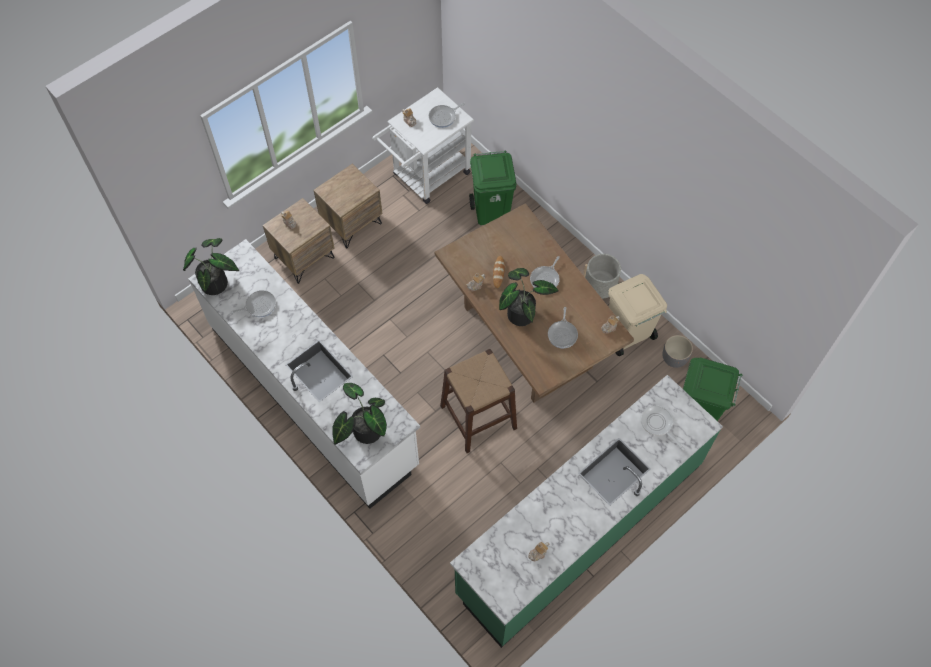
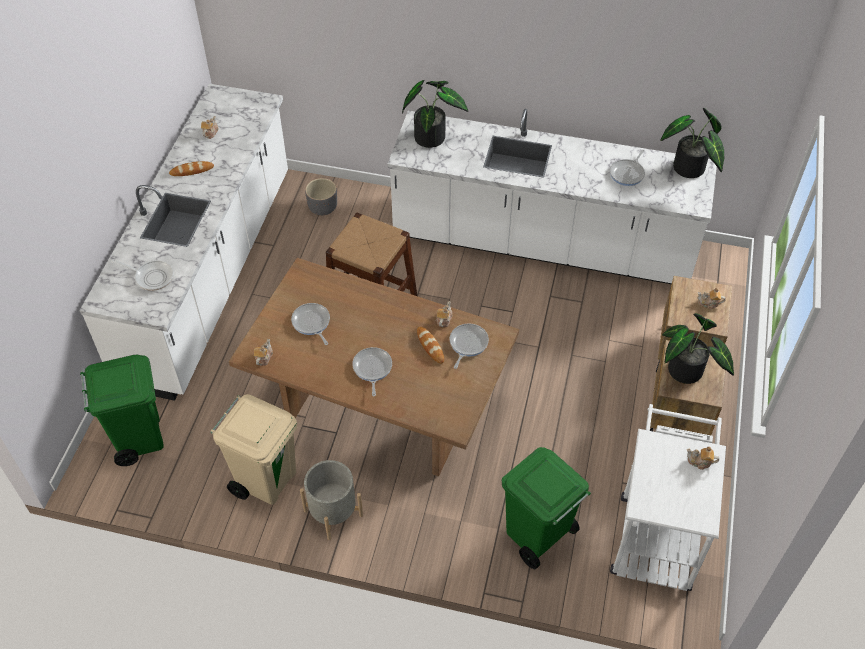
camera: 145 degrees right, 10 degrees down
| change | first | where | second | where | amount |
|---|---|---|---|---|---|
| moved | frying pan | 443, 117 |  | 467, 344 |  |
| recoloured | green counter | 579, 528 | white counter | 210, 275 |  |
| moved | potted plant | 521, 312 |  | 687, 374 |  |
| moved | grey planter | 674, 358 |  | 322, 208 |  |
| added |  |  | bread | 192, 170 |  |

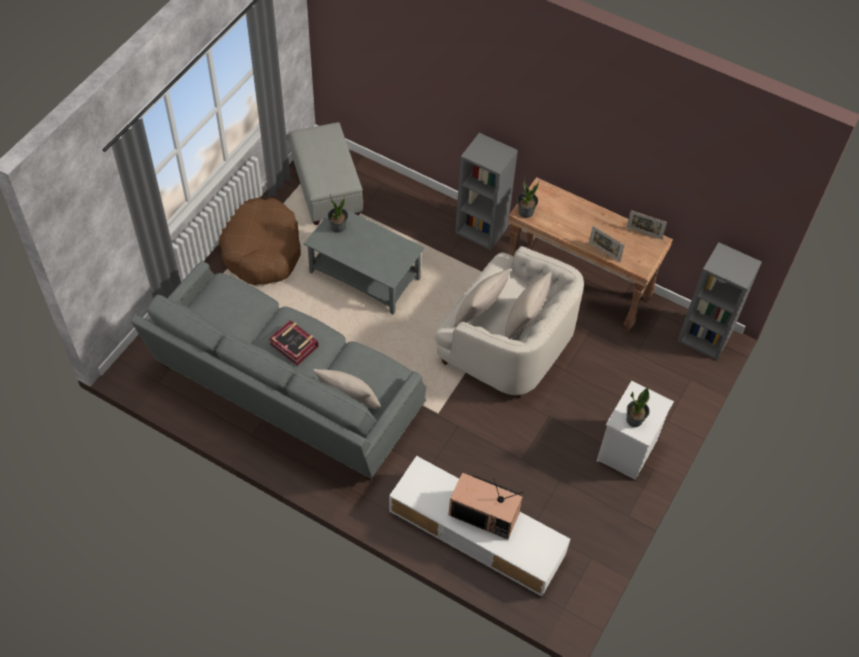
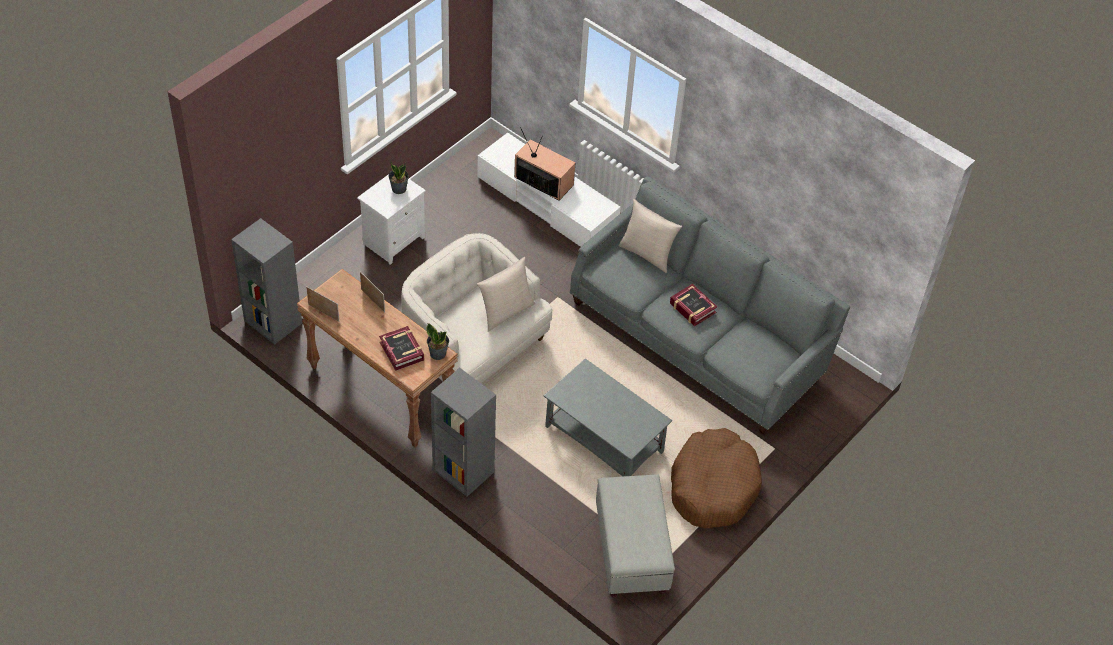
camera: 170 degrees left, 5 degrees down
| change | first | where | second | where | amount |
|---|---|---|---|---|---|
| removed | potted plant | 338, 227 |  |  |  |
| removed | beige pillow | 524, 322 |  |  |  |
| added |  |  | book | 402, 351 |  |

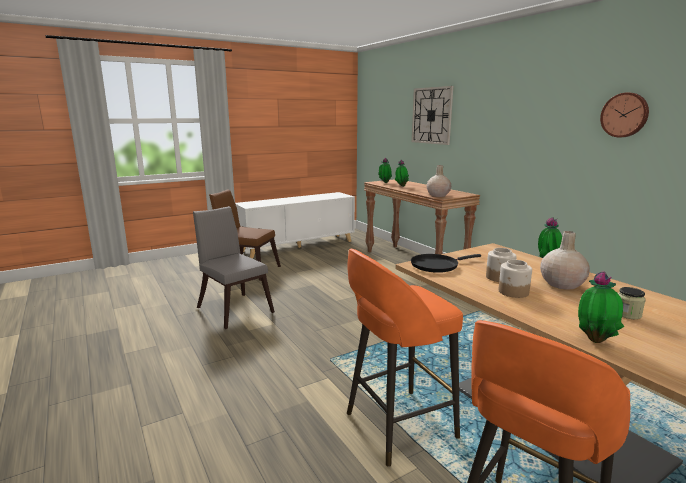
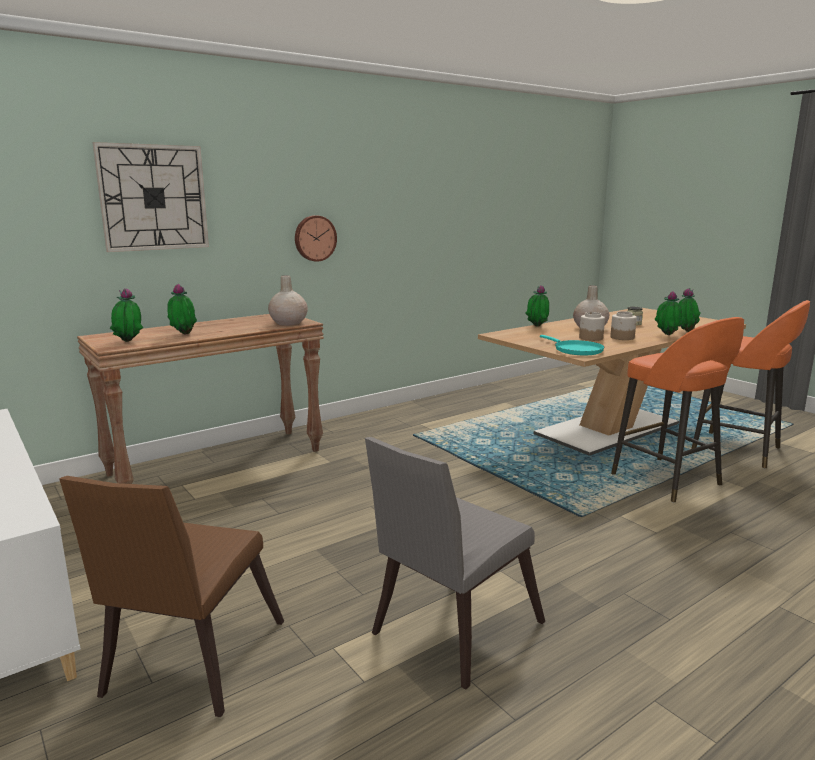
camera: 95 degrees left, 0 degrees up
| change | first | where | second | where | amount |
|---|---|---|---|---|---|
| recoloured | black frying pan | 437, 265 | turquoise frying pan | 576, 350 |  |
| moved | wall clock | 625, 115 |  | 314, 238 |  |
| added |  |  | potted plant | 666, 335 |  |

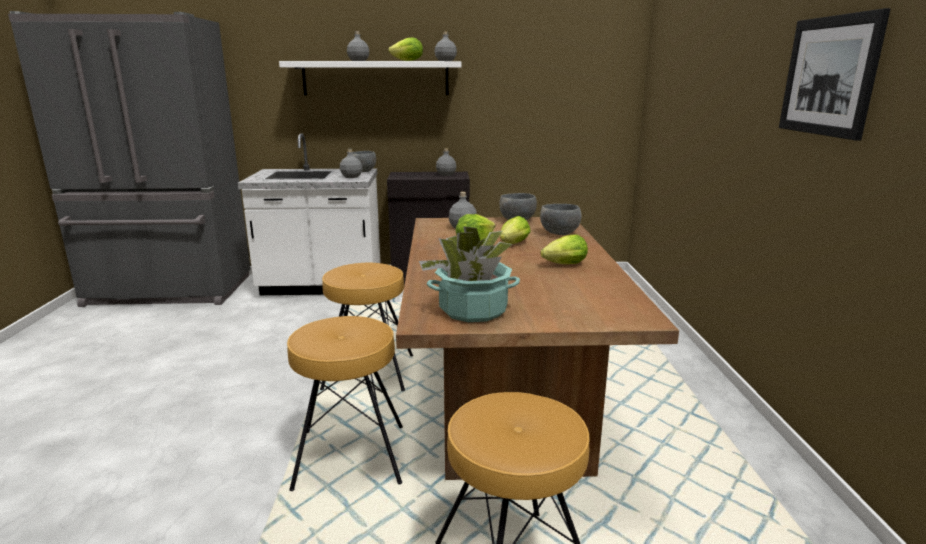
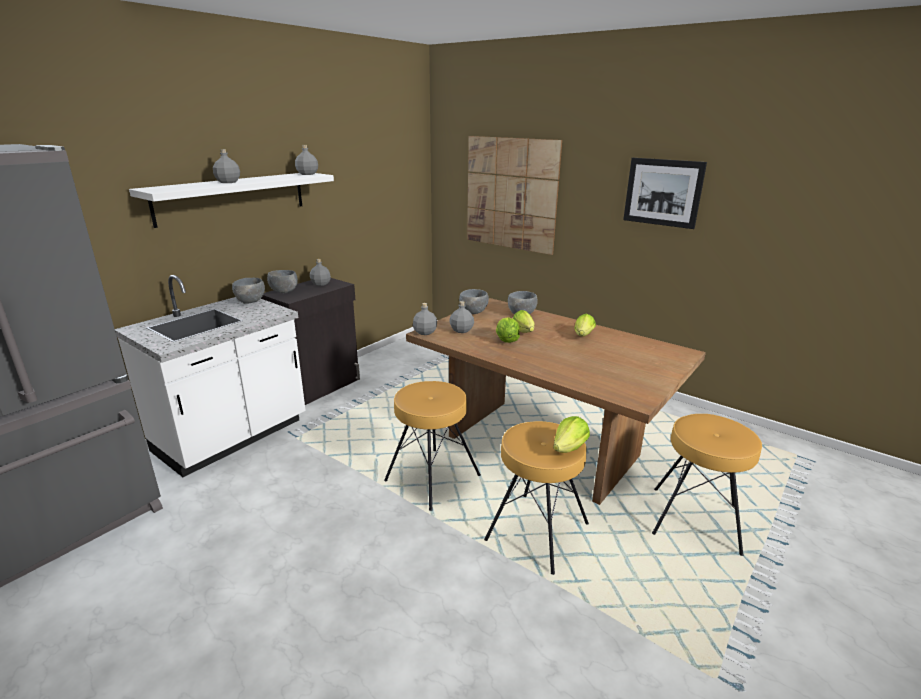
camera: 50 degrees left, 5 degrees up
| change | first | where | second | where | amount |
|---|---|---|---|---|---|
| moved | grey bottle | 351, 177 |  | 425, 332 |  |
| moved | lettuce | 408, 61 |  | 569, 448 |  |
| removed | potted plant | 473, 310 |  |  |  |
| added |  |  | grey bowl | 284, 292 |  |
| added |  |  | picture | 511, 194 |  |

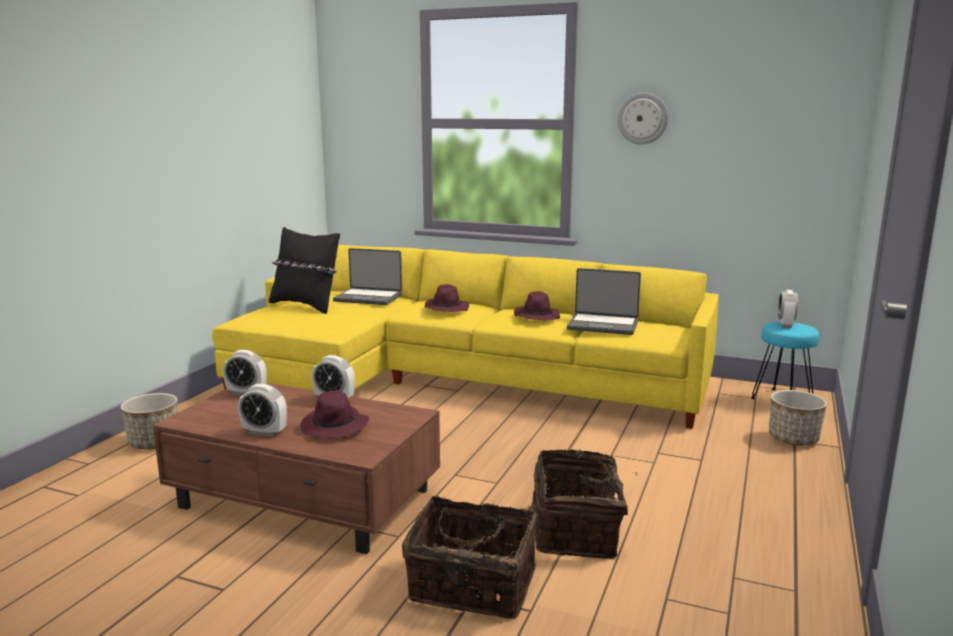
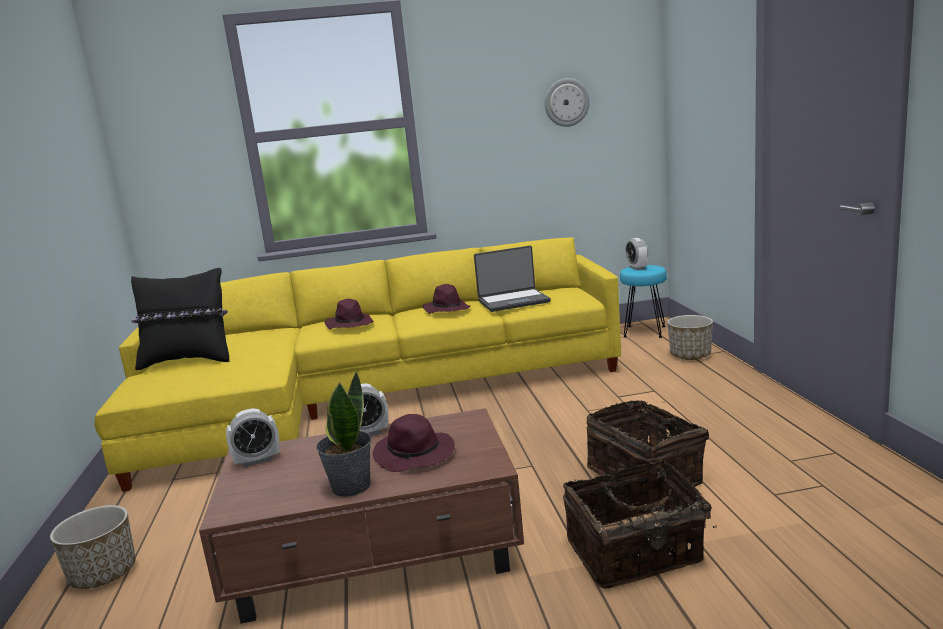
camera: 30 degrees left, 0 degrees up
| change | first | where | second | where | amount |
|---|---|---|---|---|---|
| replaced | alarm clock | 264, 432 | potted plant | 350, 486 |  |
| removed | laptop | 368, 298 |  |  |  |
| moved | wall clock | 642, 118 |  | 566, 102 |  |

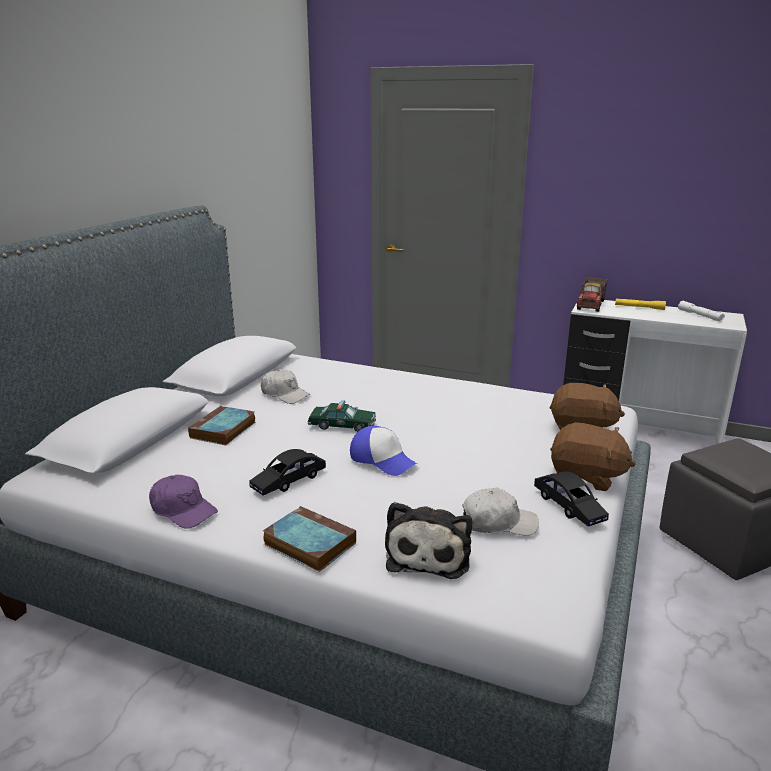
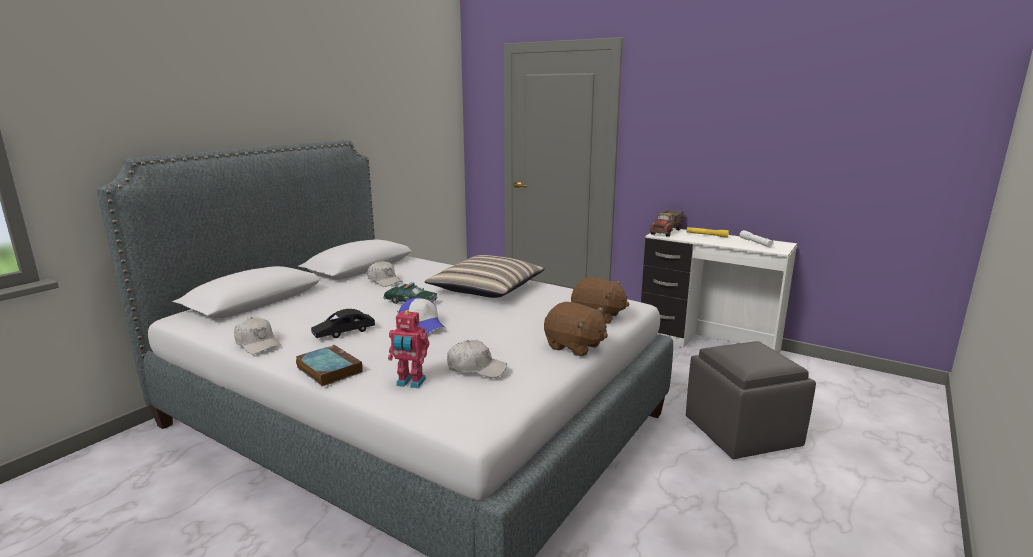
camera: 10 degrees right, 5 degrees down
| change | first | where | second | where | amount |
|---|---|---|---|---|---|
| recoloured | purple cap | 183, 510 | white cap | 257, 343 |  |
| removed | book | 223, 430 |  |  |  |
| replaced | plush toy | 429, 554 | toy robot | 410, 383 |  |
| removed | black toy car | 568, 507 |  |  |  |
| added |  |  | pillow | 486, 288 |  |

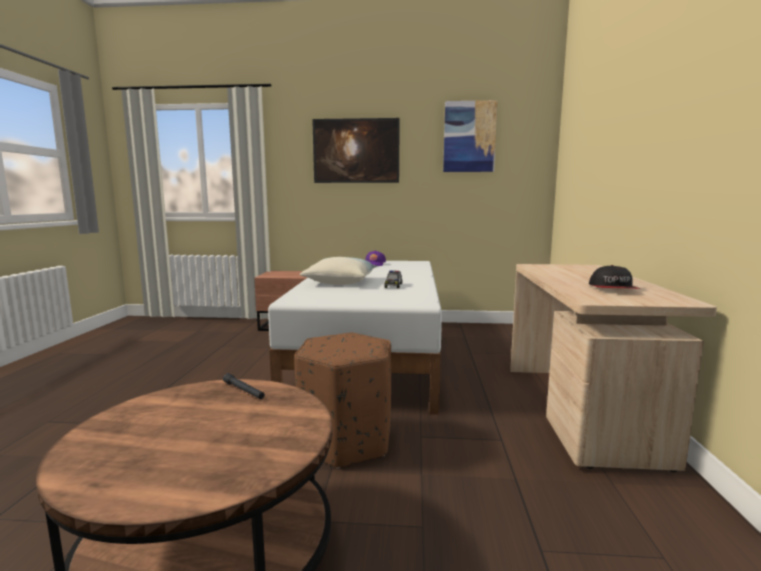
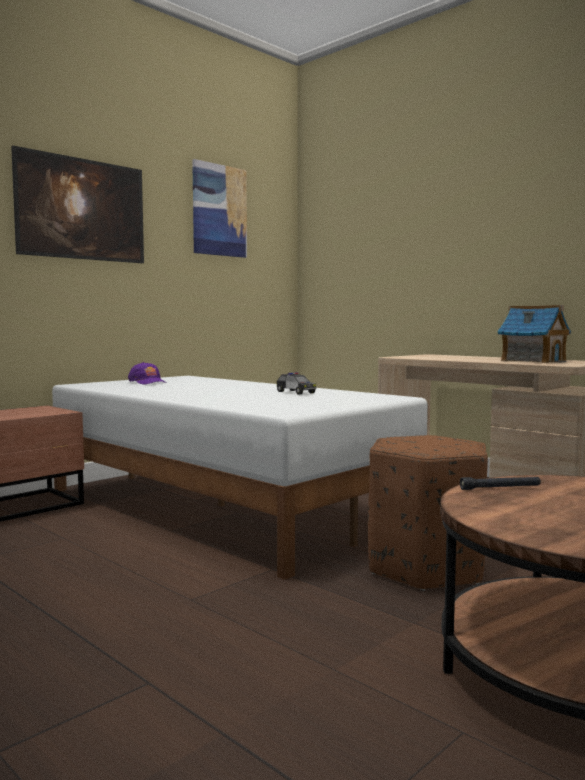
camera: 50 degrees left, 5 degrees down
| change | first | where | second | where | amount |
|---|---|---|---|---|---|
| removed | pillow | 340, 282 |  |  |  |
| replaced | cap | 613, 288 | toy house | 533, 361 |  |

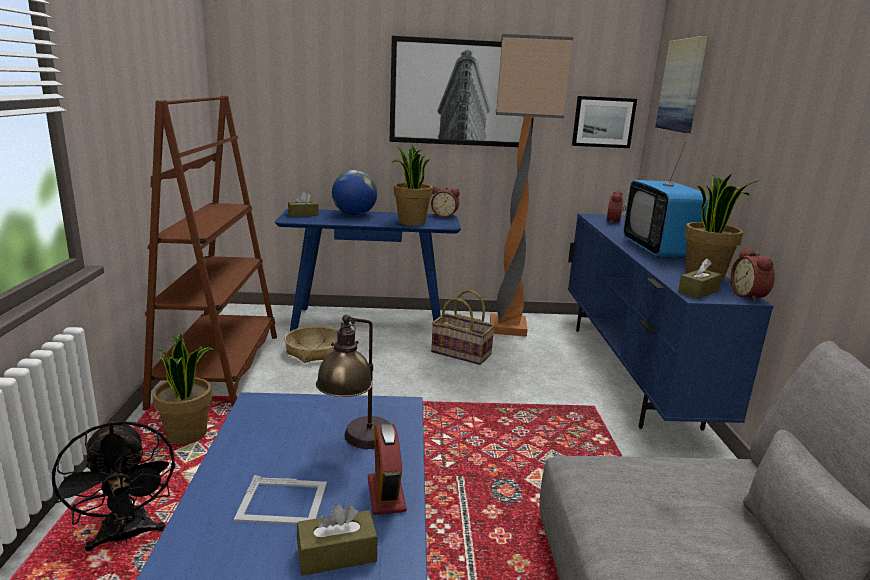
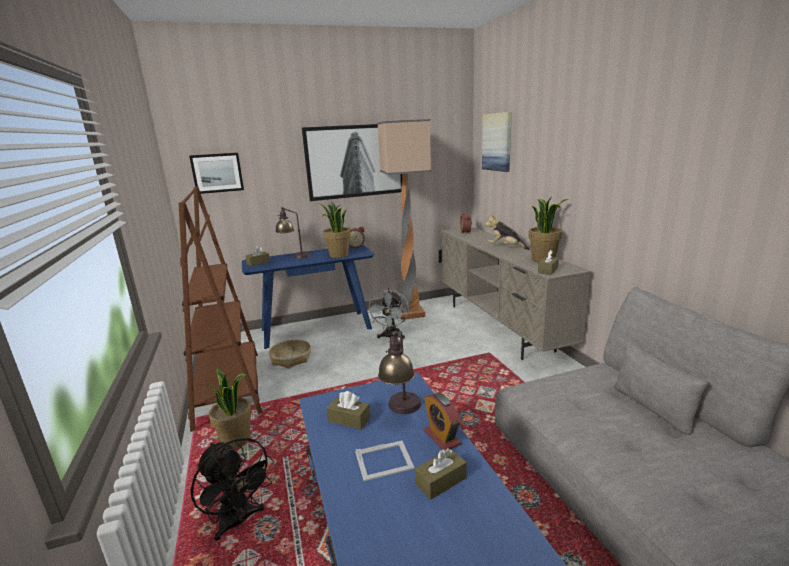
camera: 15 degrees left, 0 degrees up
| change | first | where | second | where | amount |
|---|---|---|---|---|---|
| replaced | globe | 354, 215 | table lamp | 295, 256 |  |
| replaced | basket | 462, 353 | grey fan | 391, 337 |  |
| recoloured | blue tv stand | 630, 373 | beige tv stand | 498, 327 |  |
| moved | picture | 603, 122 |  | 217, 173 |  |
| replaced | television | 657, 250 | plush toy | 505, 247 |  |
| removed | alarm clock | 750, 296 |  |  |  |
| added |  |  | brown tissue box | 349, 419 |  |

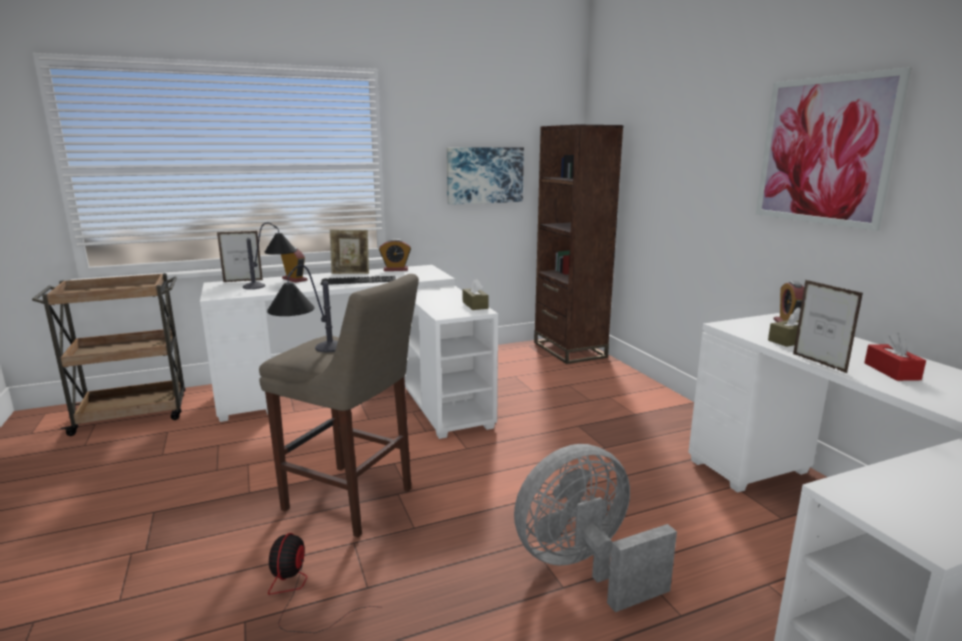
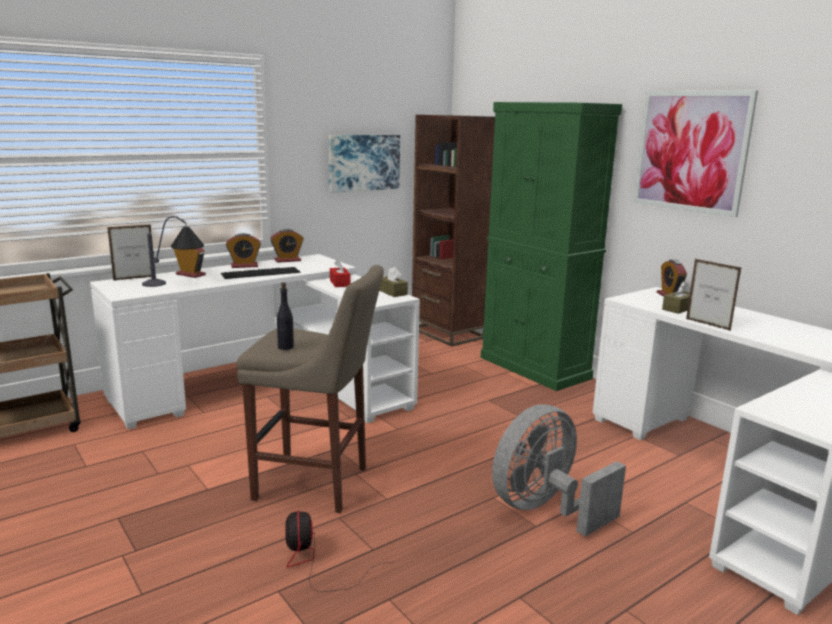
camera: 15 degrees left, 0 degrees up
| change | first | where | second | where | amount |
|---|---|---|---|---|---|
| replaced | table lamp | 309, 357 | black bottle | 285, 347 |  |
| replaced | picture frame | 351, 273 | alarm clock | 244, 266 |  |
| moved | red tissue box | 891, 371 |  | 340, 283 |  |
| added |  |  | green cabinet | 534, 368 |  |

